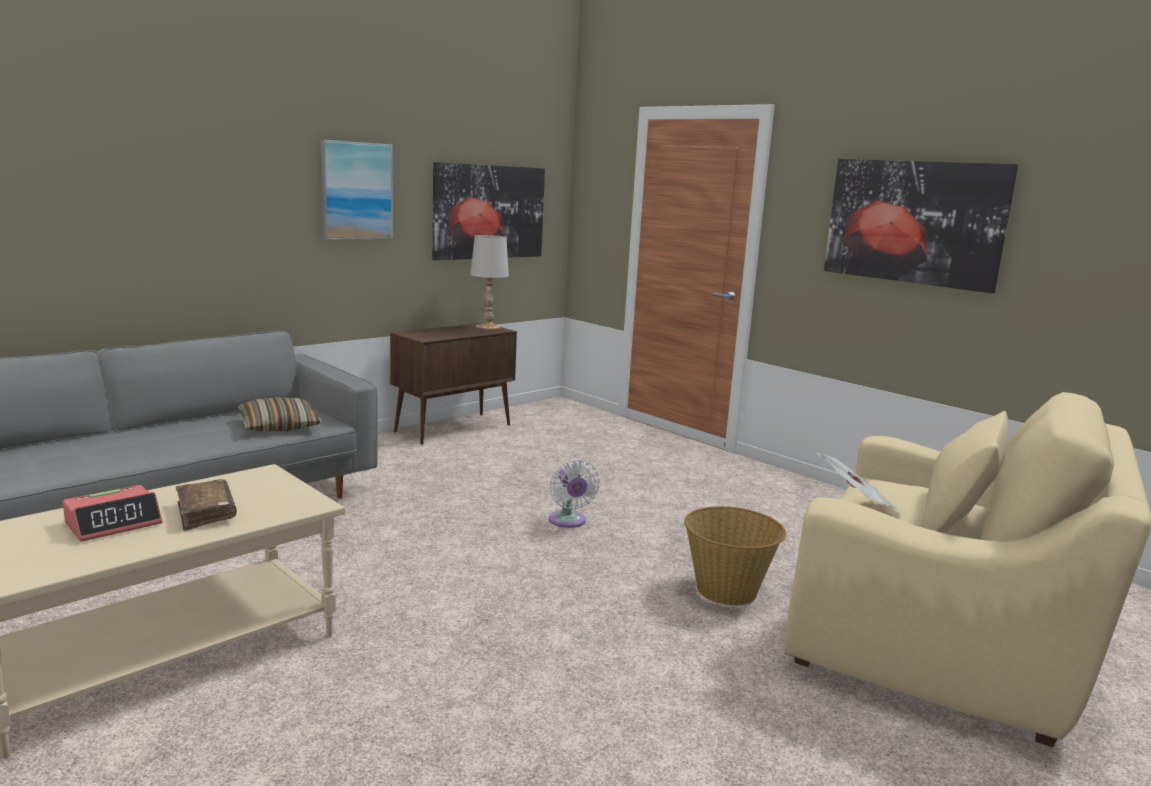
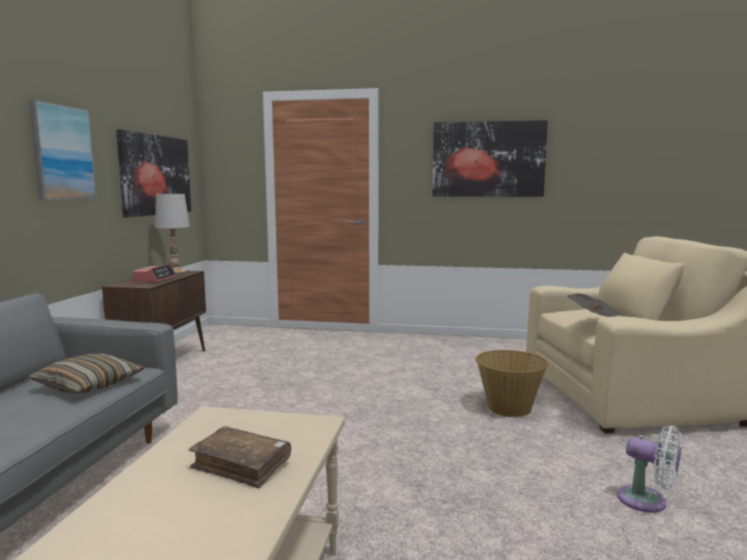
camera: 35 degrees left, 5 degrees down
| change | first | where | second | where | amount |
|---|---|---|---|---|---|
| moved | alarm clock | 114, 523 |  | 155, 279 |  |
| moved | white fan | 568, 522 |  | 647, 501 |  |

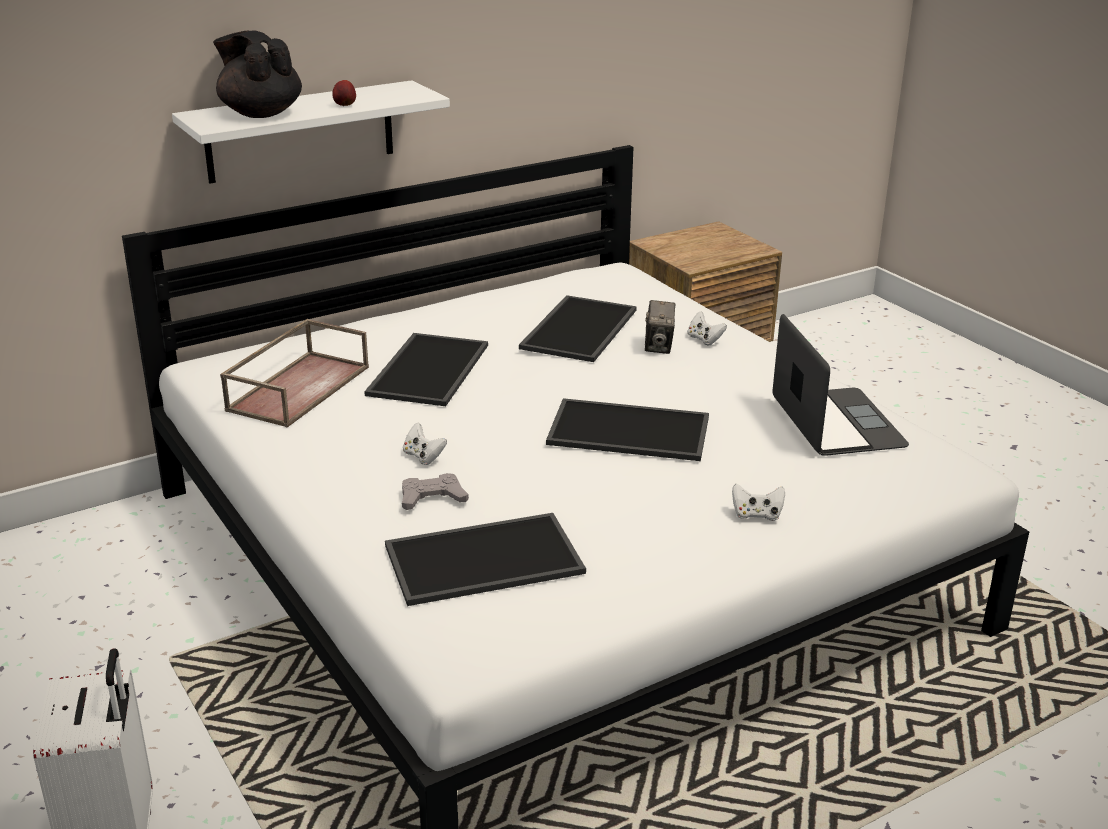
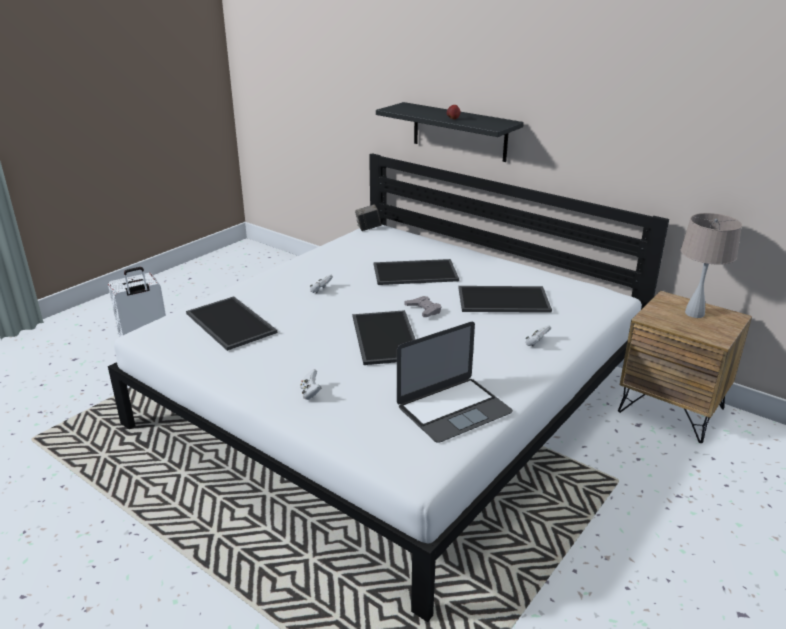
camera: 70 degrees right, 0 degrees up
| change | first | where | second | where | amount |
|---|---|---|---|---|---|
| recoloured | white shelf | 300, 132 | black shelf | 459, 132 |  |
| removed | black teapot | 260, 113 |  |  |  |
| removed | brown tray | 298, 387 |  |  |  |
| moved | grey game controller | 432, 498 |  | 424, 310 |  |
| moved | photo camera | 659, 346 |  | 368, 228 |  |
| added |  |  | beige table lamp | 695, 313 |  |

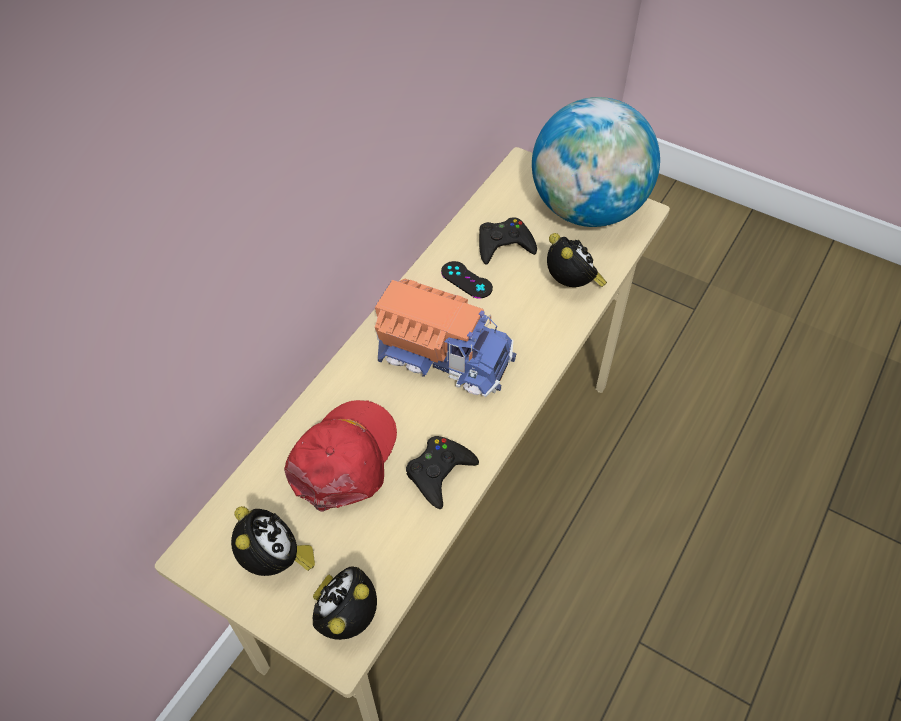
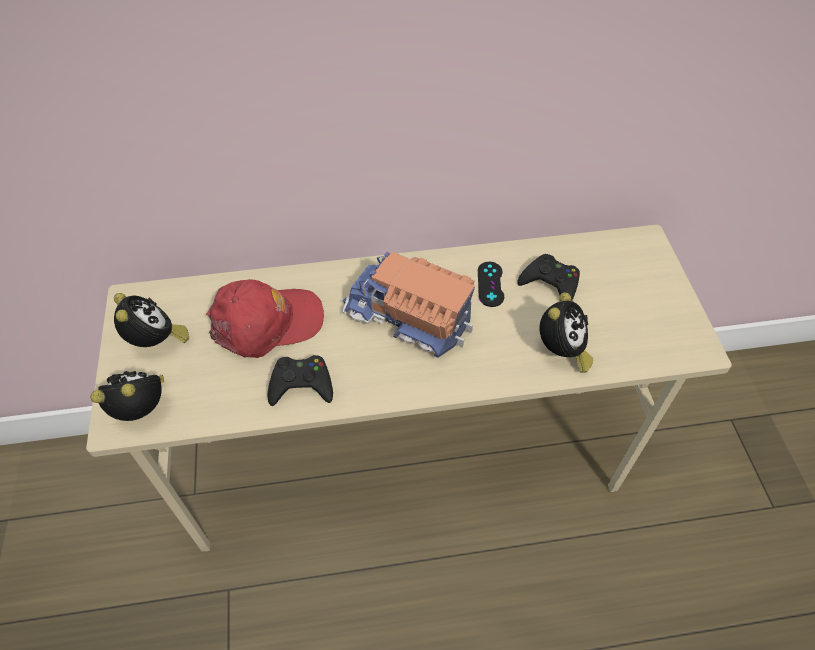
camera: 50 degrees right, 0 degrees up
| change | first | where | second | where | amount |
|---|---|---|---|---|---|
| turned | alarm clock | 275, 561 |  | 156, 342 | 60 degrees counterclockwise |
| turned | toy truck | 444, 354 |  | 408, 317 | 135 degrees clockwise |
| removed | globe | 587, 209 |  |  |  |

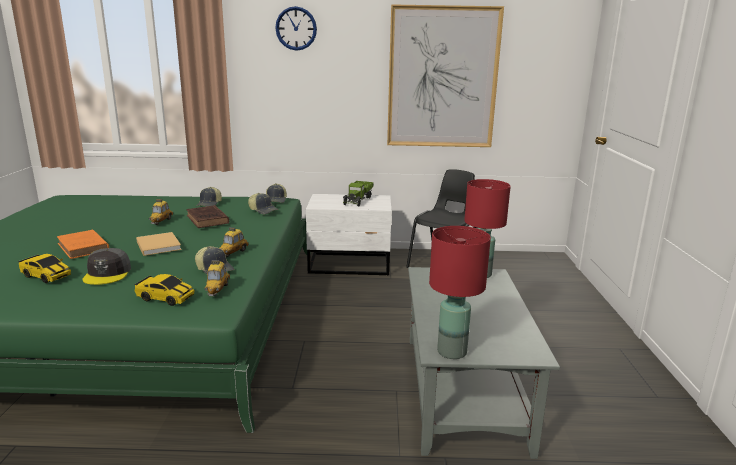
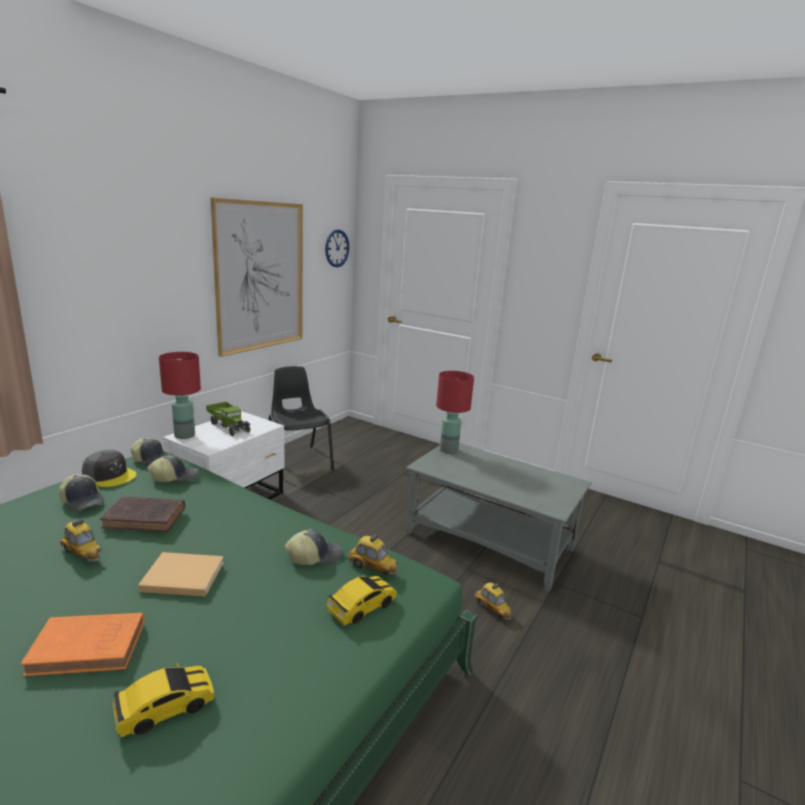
camera: 60 degrees left, 0 degrees up
| change | first | where | second | where | amount |
|---|---|---|---|---|---|
| moved | grey cap | 108, 273 |  | 109, 475 |  |
| moved | toy car | 233, 253 |  | 492, 609 |  |
| moved | wall clock | 296, 28 |  | 337, 248 |  |
| moved | red table lamp | 452, 352 |  | 185, 435 |  |

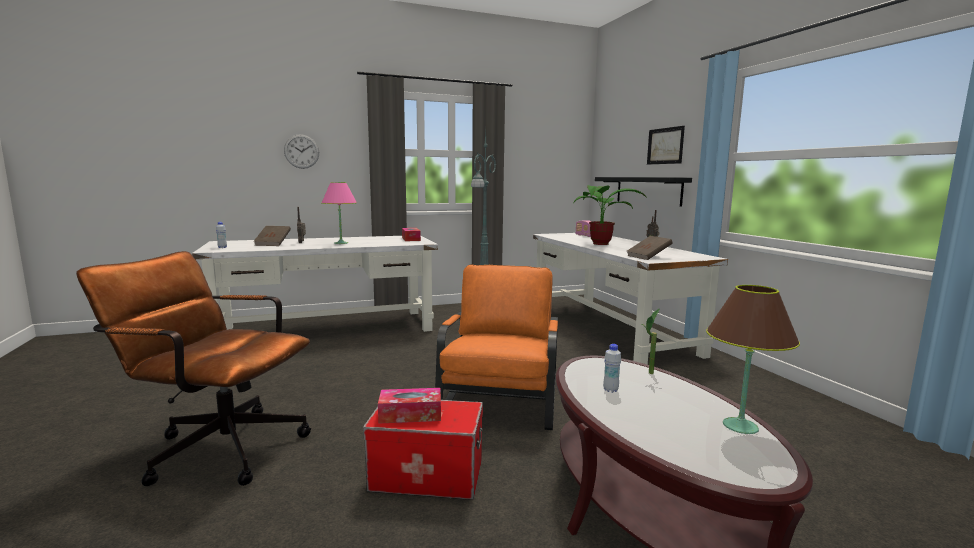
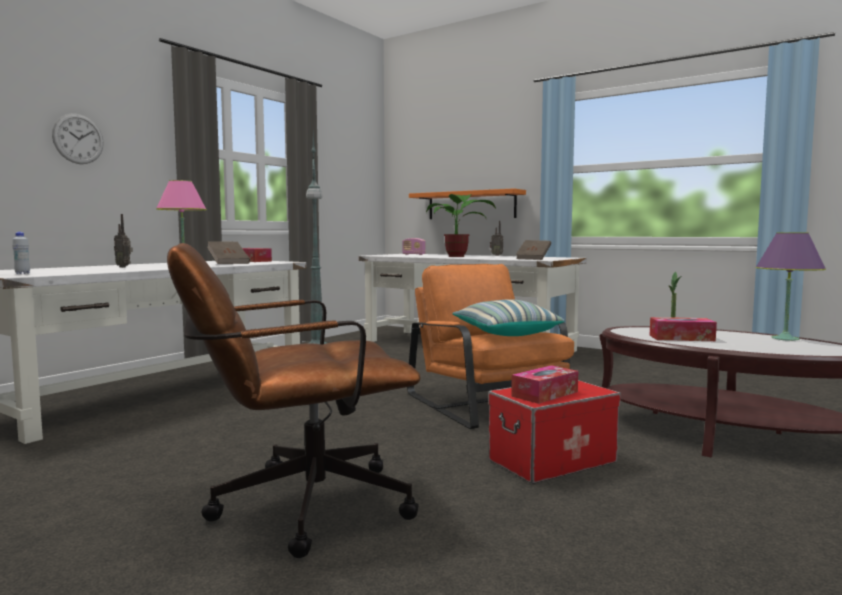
camera: 35 degrees left, 5 degrees down
| change | first | where | second | where | amount |
|---|---|---|---|---|---|
| moved | brown book | 273, 244 |  | 228, 263 |  |
| recoloured | black shelf | 648, 190 | orange shelf | 471, 205 |  |
| replaced | white bottle | 610, 390 | tissue box | 681, 338 |  |
| removed | picture | 665, 146 |  |  |  |
| recoloured | brown table lamp | 739, 426 | purple table lamp | 785, 338 |  |
| added |  |  | pillow | 505, 333 |  |

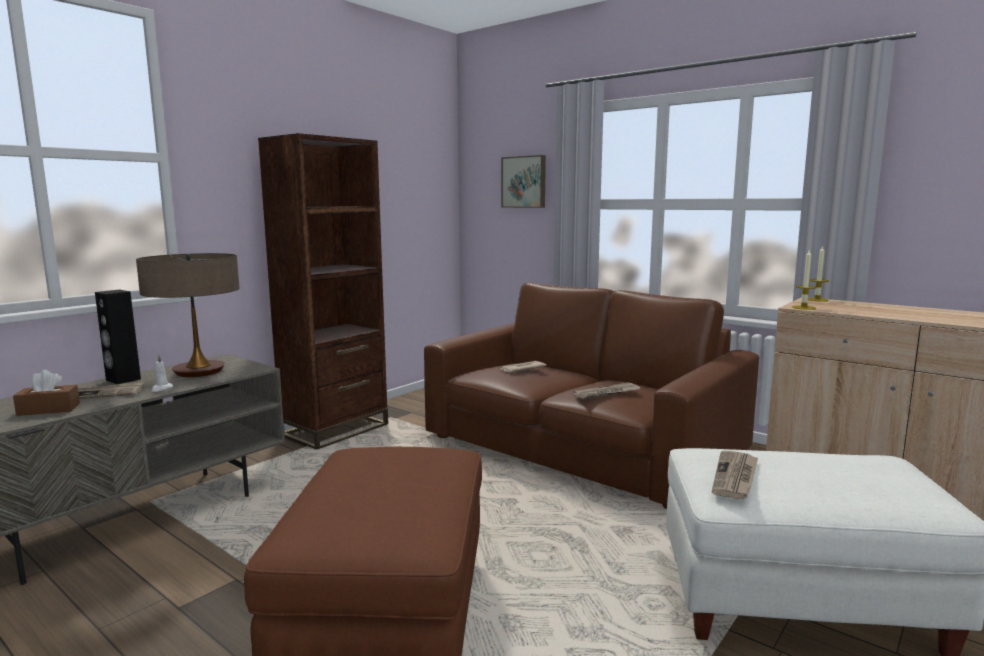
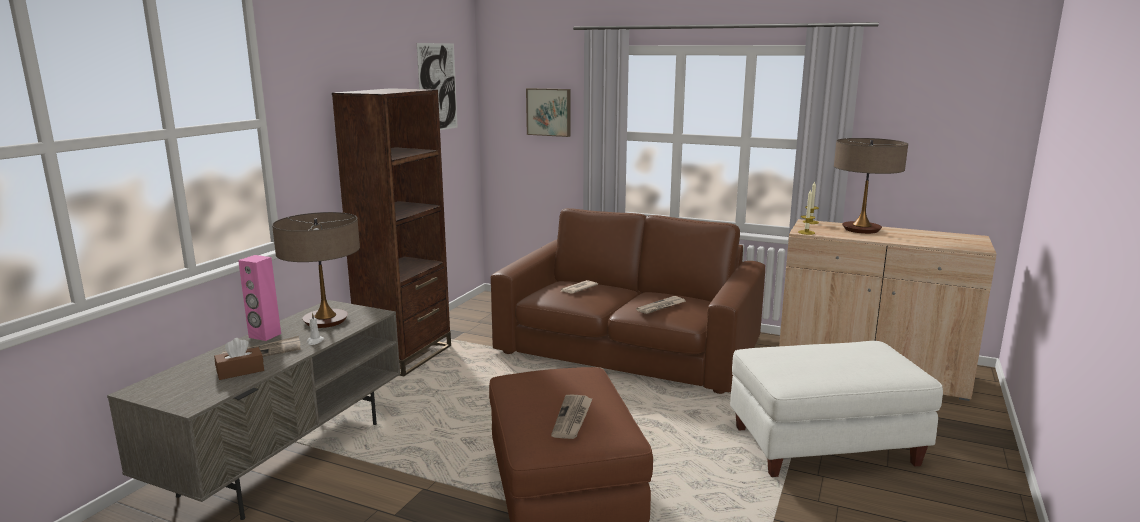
camera: 15 degrees left, 5 degrees up
| change | first | where | second | where | amount |
|---|---|---|---|---|---|
| recoloured | black speaker | 122, 379 | pink speaker | 264, 335 |  |
| moved | newspaper | 735, 477 |  | 572, 418 |  |
| added |  |  | picture | 438, 87 |  |
| added |  |  | table lamp | 861, 229 |  |

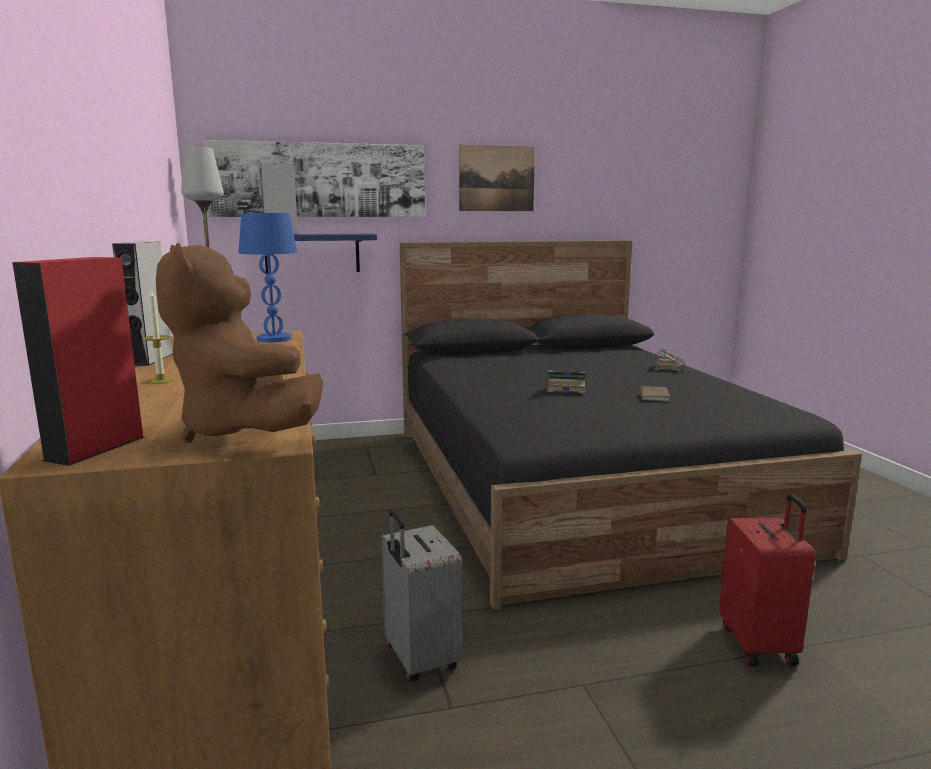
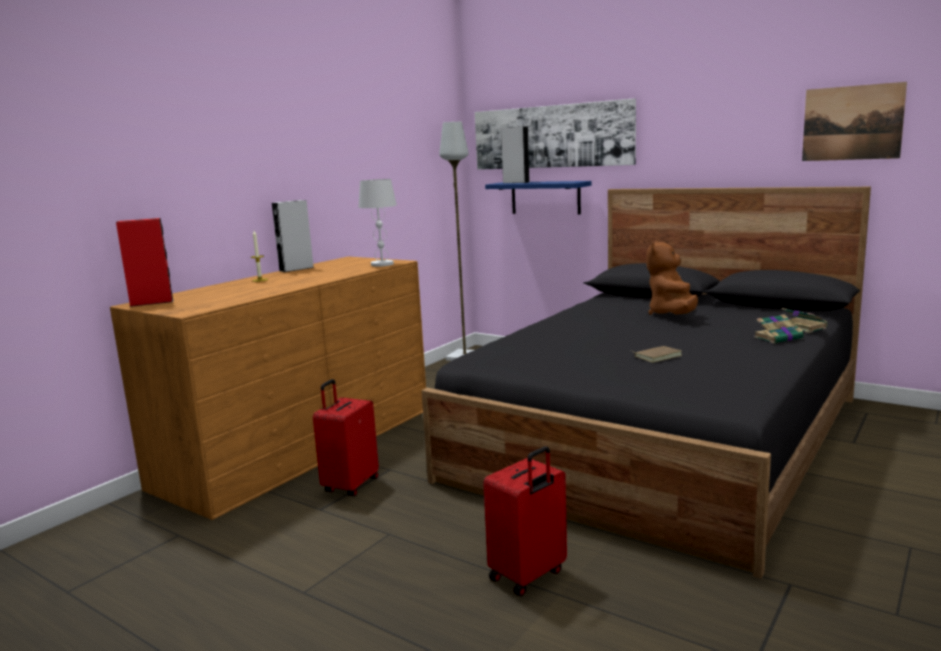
camera: 50 degrees right, 0 degrees up
| change | first | where | second | where | amount |
|---|---|---|---|---|---|
| moved | brown plush toy | 243, 432 |  | 672, 314 |  |
| recoloured | blue table lamp | 274, 339 | white table lamp | 382, 264 |  |
| recoloured | grey suitcase | 419, 659 | red suitcase | 350, 485 |  |
| moved | picture | 496, 178 |  | 852, 123 |  |
| moved | book | 565, 388 |  | 801, 327 |  |

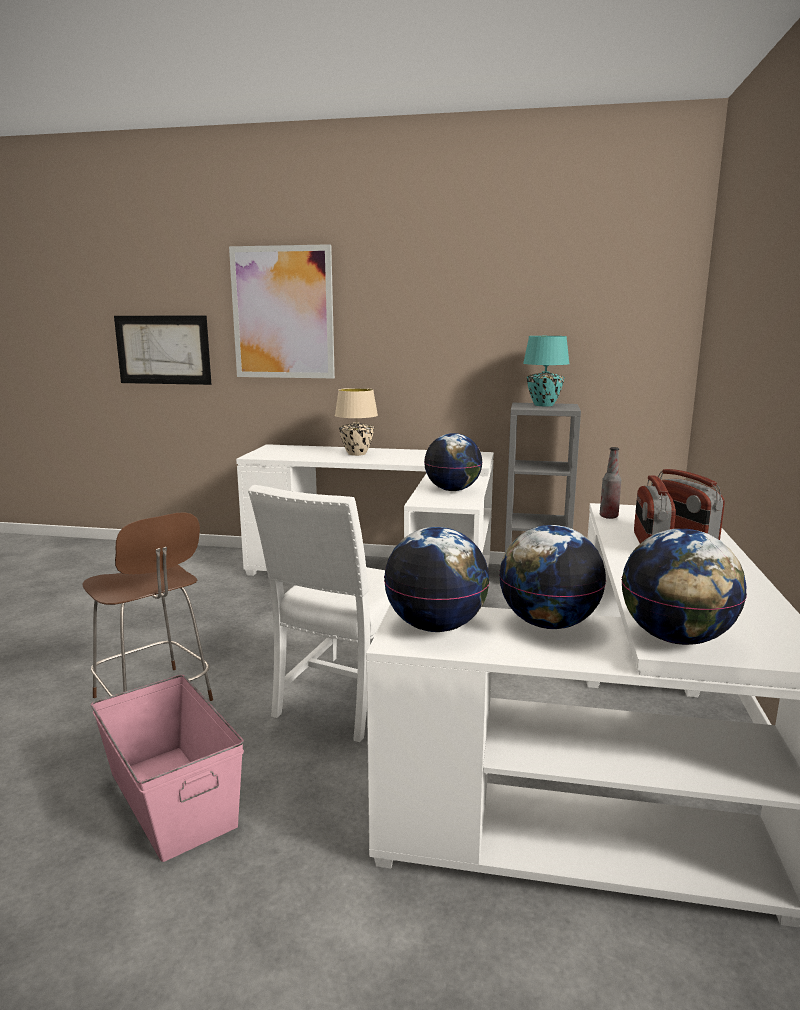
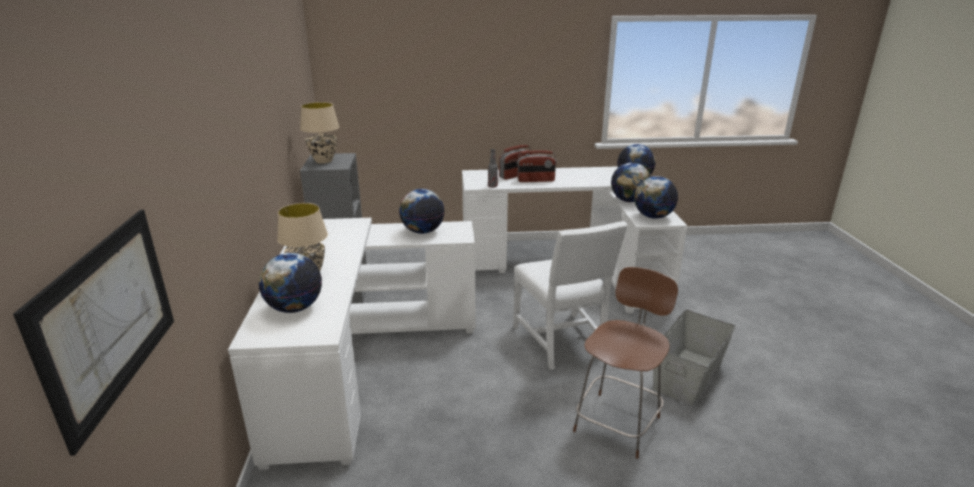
camera: 105 degrees left, 10 degrees up
| change | first | where | second | where | amount |
|---|---|---|---|---|---|
| recoloured | pink storage box | 170, 799 | grey storage box | 689, 375 |  |
| removed | picture | 283, 313 |  |  |  |
| turned | white chair | 345, 698 |  | 562, 342 | 60 degrees clockwise |
| recoloured | turquoise table lamp | 543, 405 | beige table lamp | 323, 161 |  |
| added |  |  | globe | 294, 308 |  |

